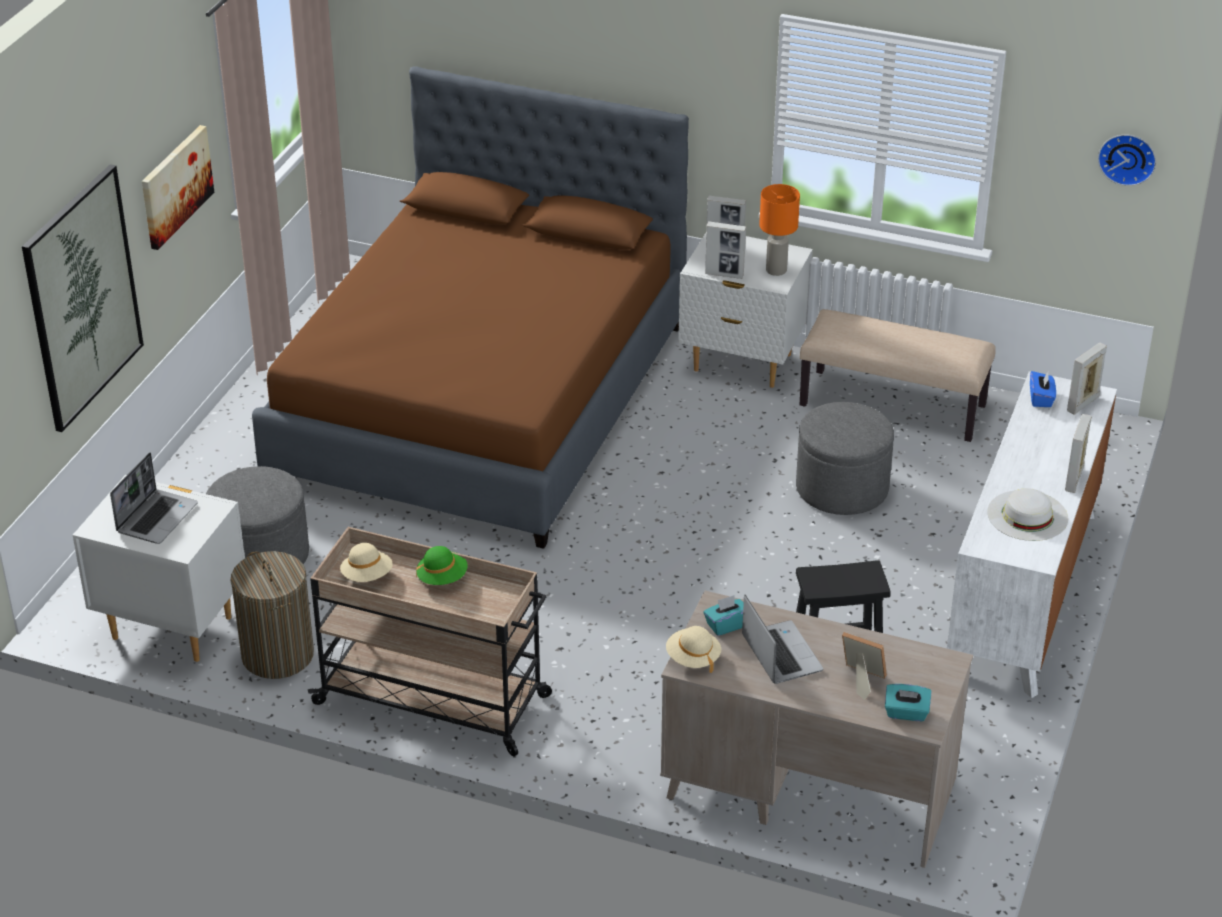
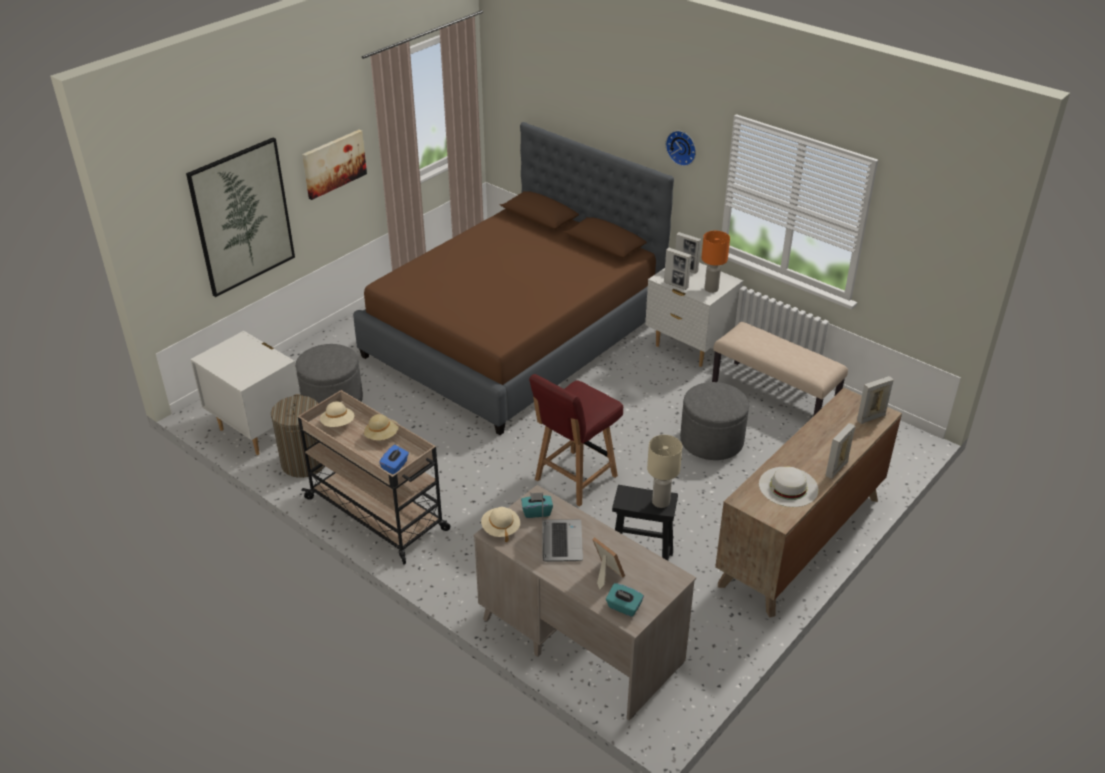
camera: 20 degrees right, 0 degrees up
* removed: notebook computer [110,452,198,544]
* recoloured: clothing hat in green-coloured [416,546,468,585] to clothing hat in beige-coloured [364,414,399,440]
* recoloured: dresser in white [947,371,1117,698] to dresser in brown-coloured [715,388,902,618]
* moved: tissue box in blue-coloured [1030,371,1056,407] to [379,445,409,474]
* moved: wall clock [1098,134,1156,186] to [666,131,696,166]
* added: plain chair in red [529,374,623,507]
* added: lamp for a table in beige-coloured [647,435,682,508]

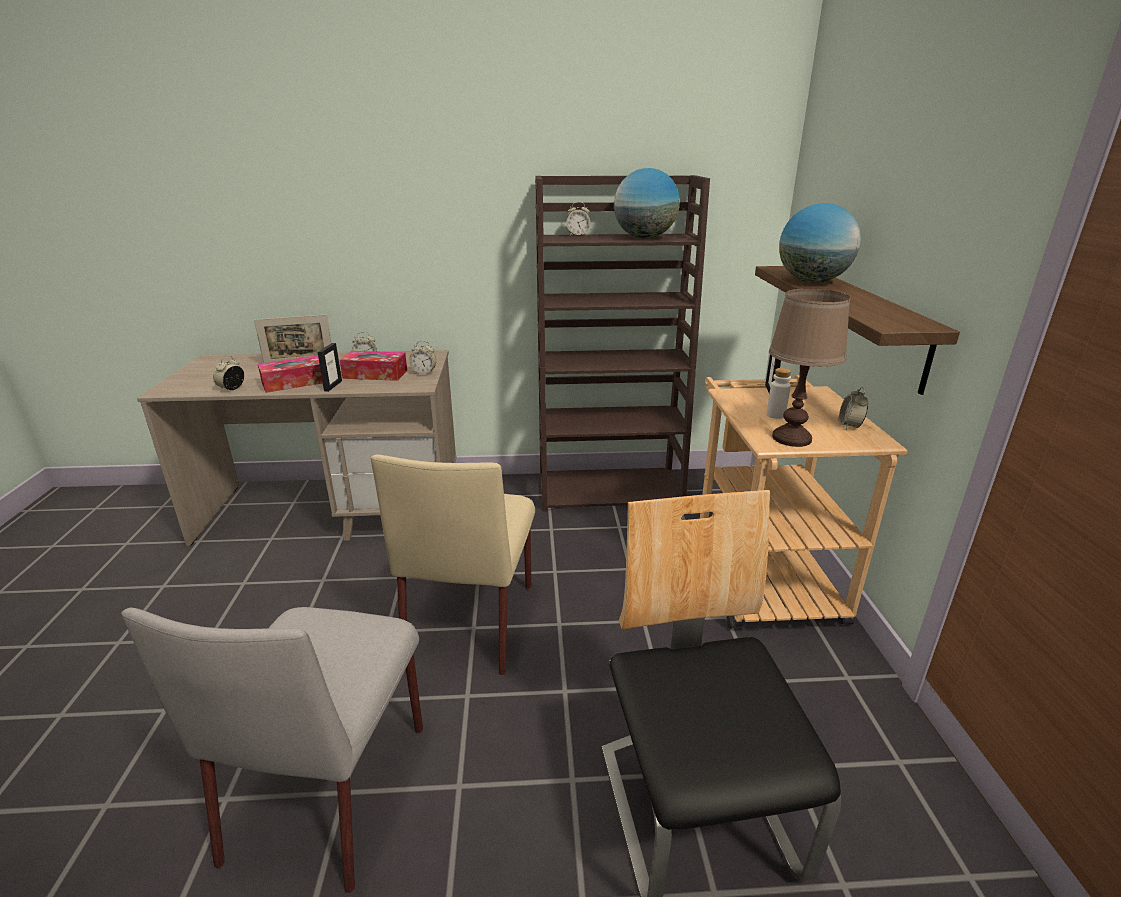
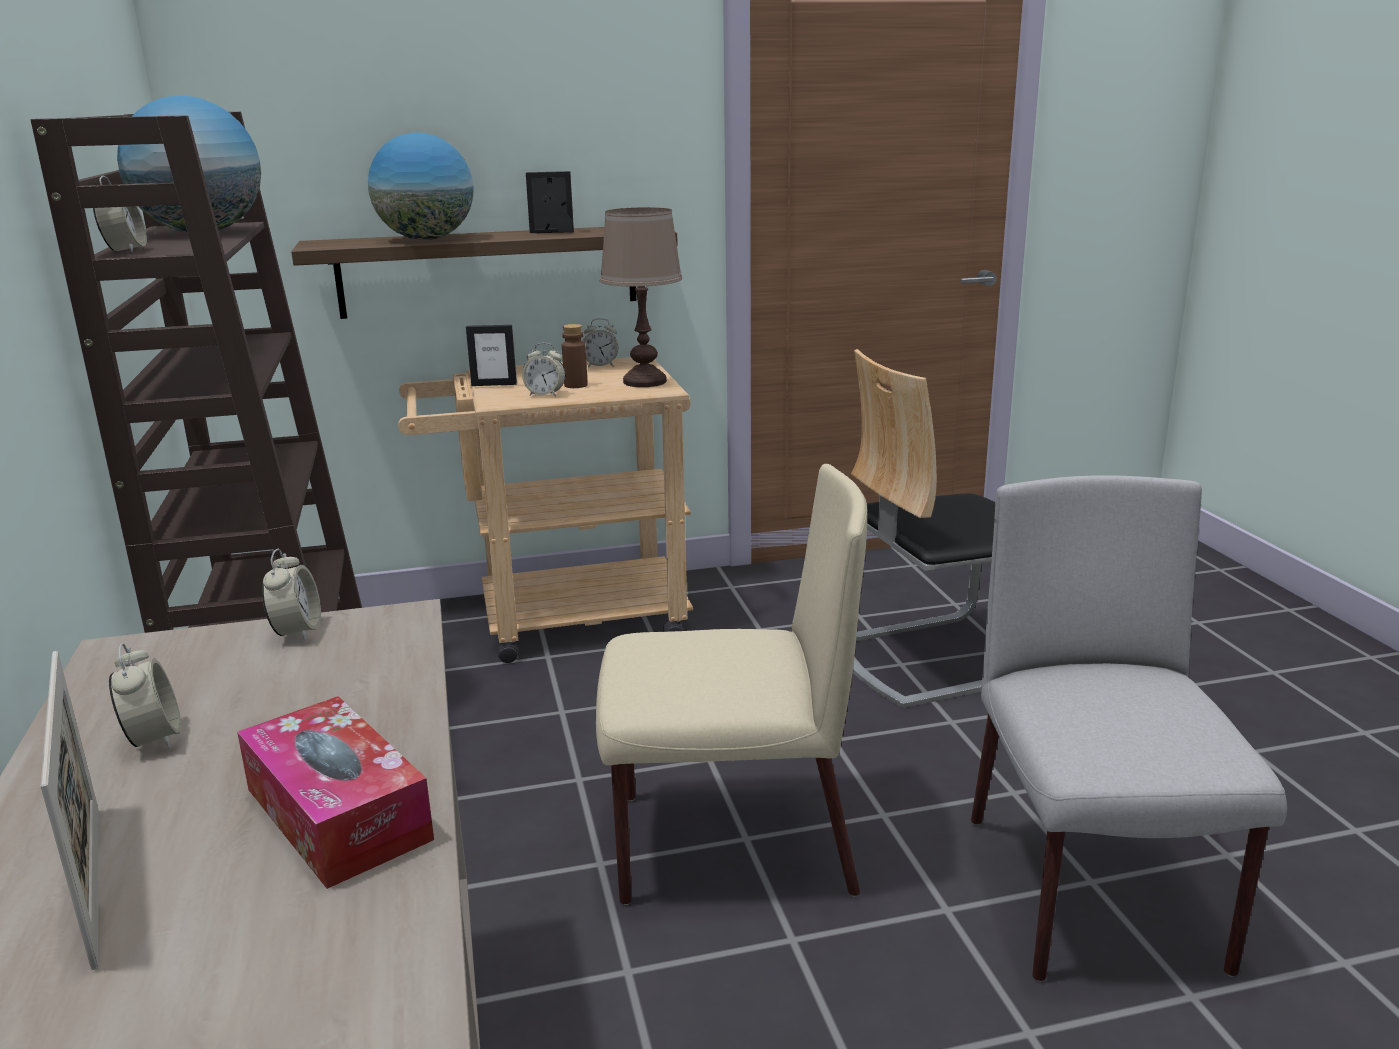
camera: 100 degrees left, 5 degrees down
* turned: plain chair in greyish [121,607,423,893] = [971,475,1287,981] 90 degrees counterclockwise
* moved: table clock [213,356,244,391] to [522,343,565,397]
* moved: standing frame [318,343,342,392] to [526,171,574,233]
* removed: tissue box [340,351,407,381]
* recoloured: beverage bottle in white [766,368,791,419] to beverage bottle in brown-coloured [562,324,588,388]

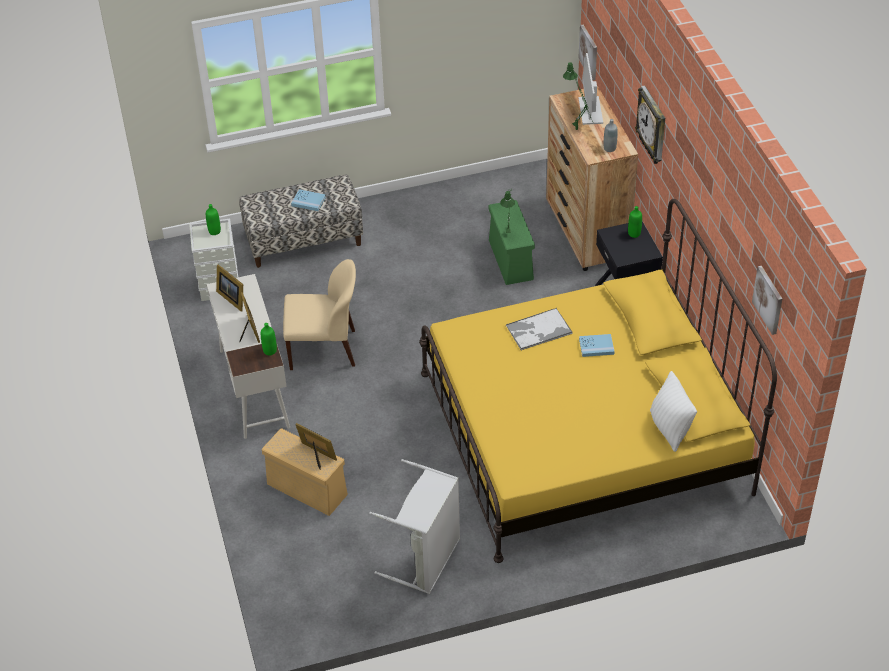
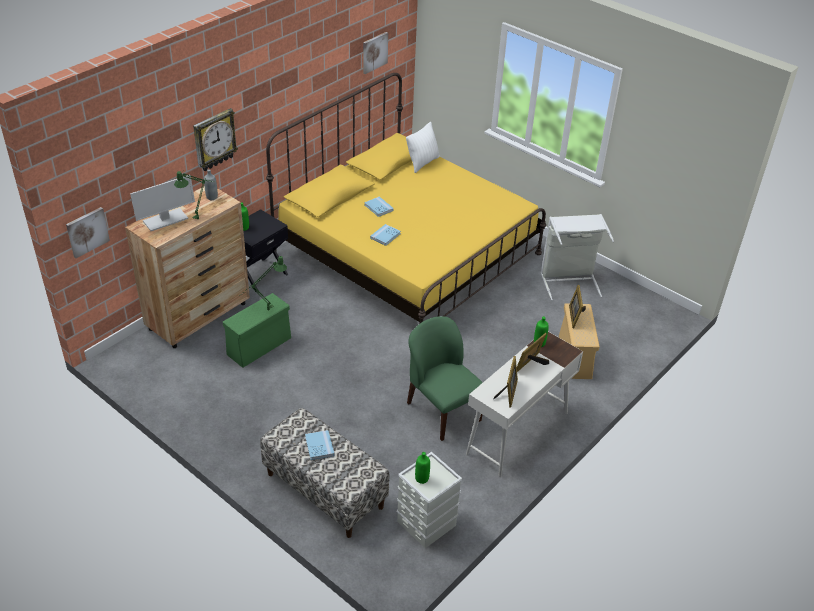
camera: 125 degrees left, 5 degrees down
* recoloured: plain chair in beige-coloured [283,259,356,370] to plain chair in green-coloured [407,316,483,441]
* replaced: serving tray [506,308,573,350] to book in blue-coloured [370,224,401,246]

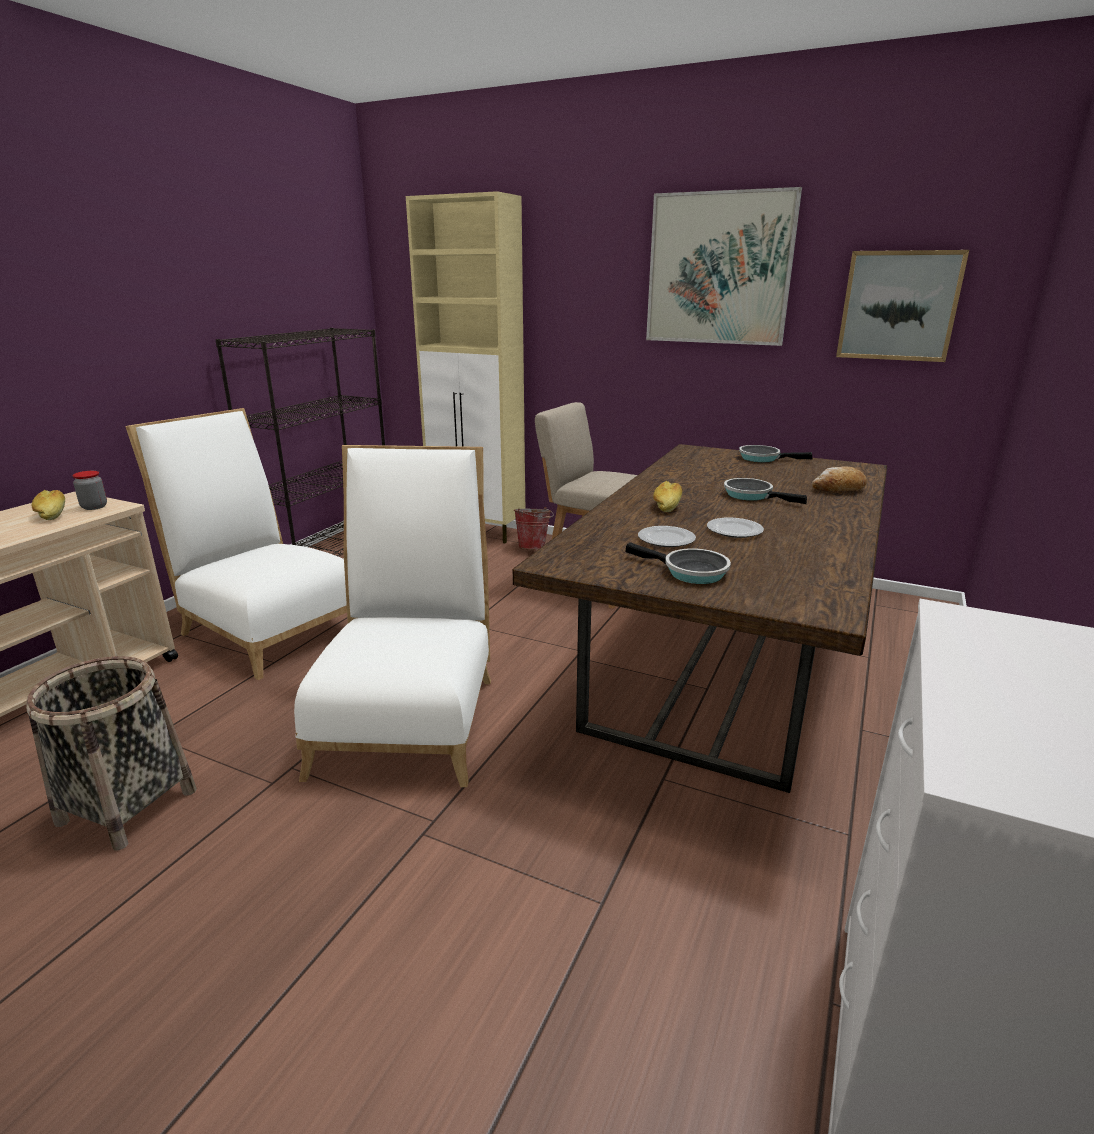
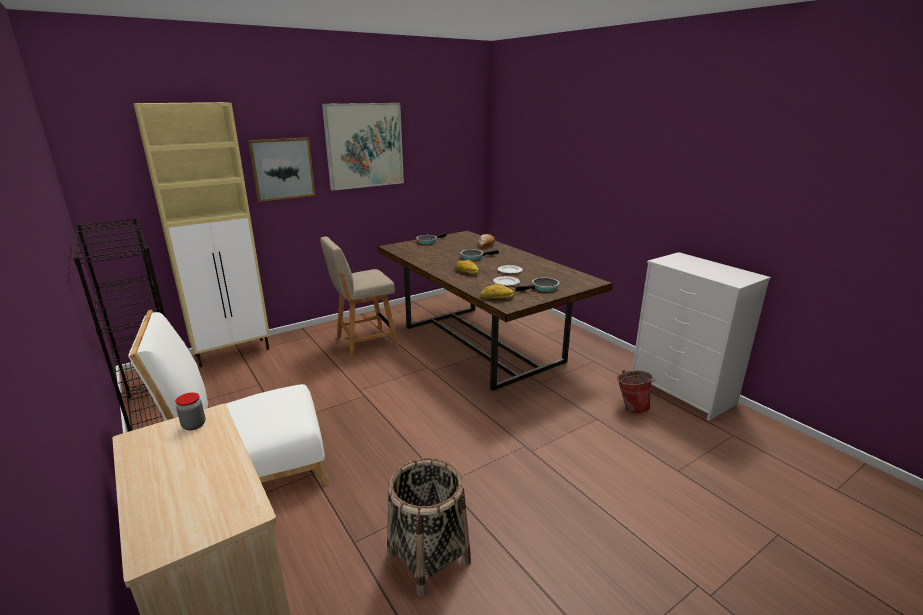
camera: 60 degrees left, 0 degrees up
* moved: bakery bread [32,490,65,520] to [480,284,515,299]
* removed: plain chair in white [294,445,491,787]
* moved: water bucket [514,507,554,550] to [617,370,655,413]
* moved: wall picture [836,250,969,362] to [248,137,316,202]

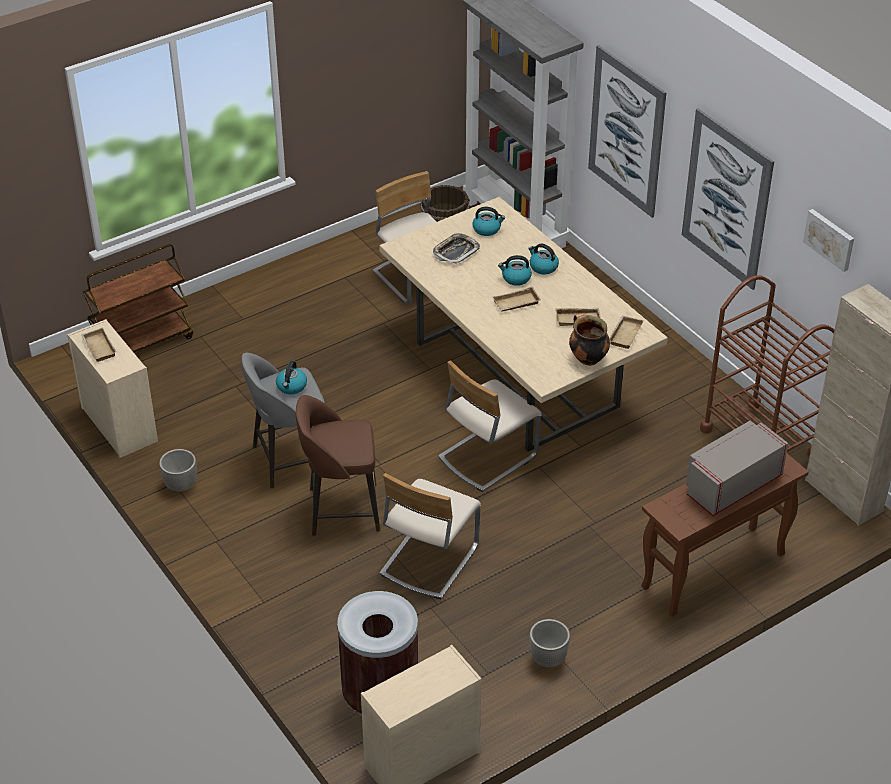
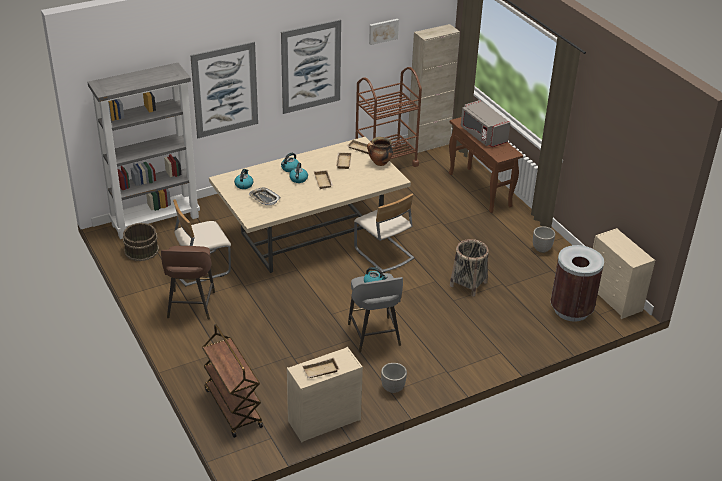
camera: 85 degrees left, 5 degrees down
* moved: stool in brown-coloured [296,395,380,536] to [161,246,215,319]
* replaced: plain chair in beige-coloured [380,473,481,599] to household basket [450,239,489,297]

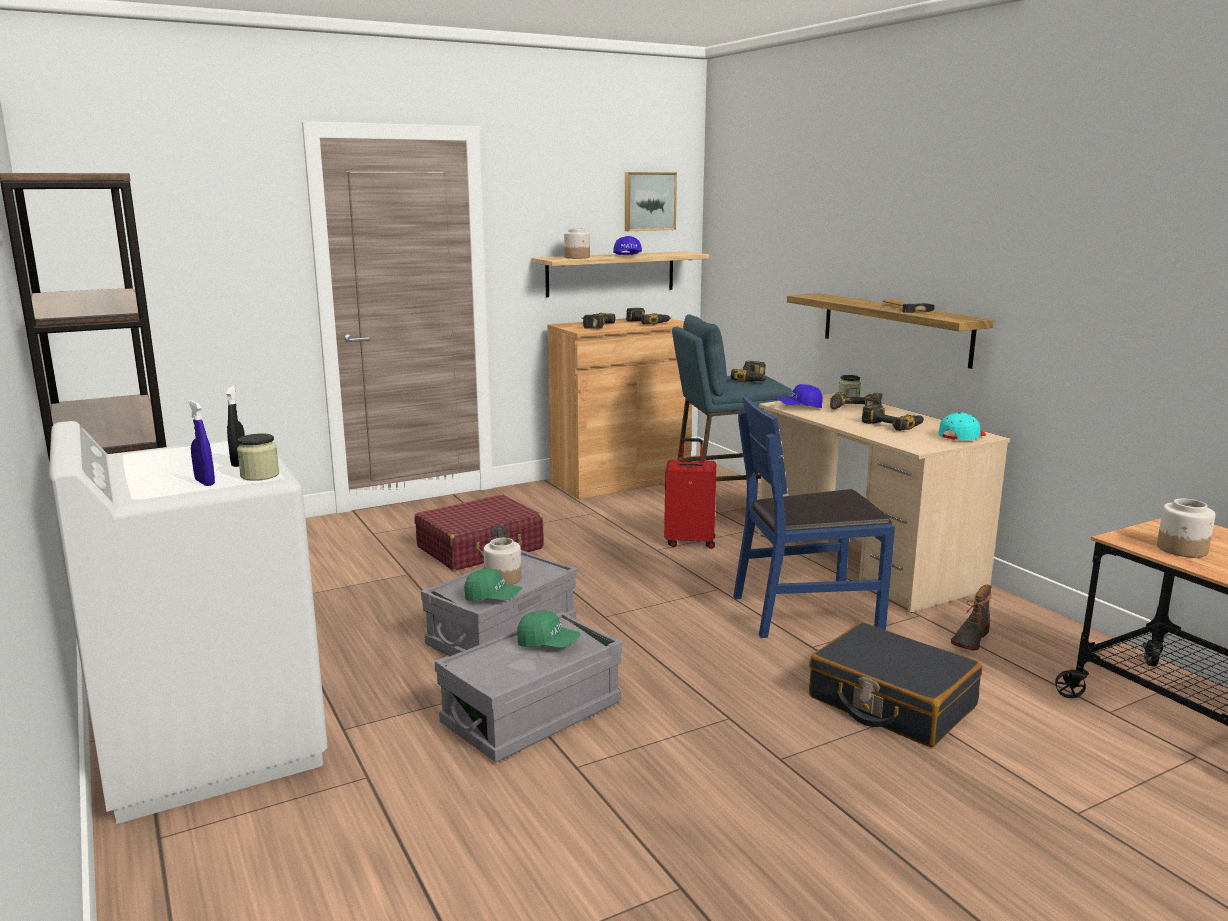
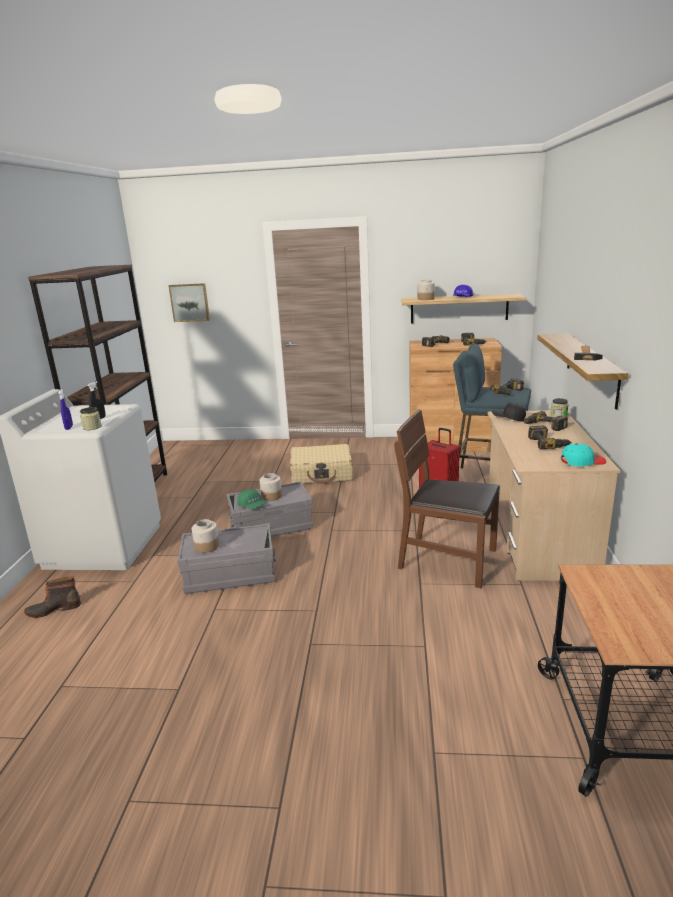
camera: 35 degrees right, 5 degrees up
* recoloured: suitcase in red [415,495,544,571] to suitcase in beige-coloured [290,444,353,484]
* removed: cap in green-coloured [517,610,581,648]
* moved: wall picture [625,172,677,231] to [168,283,210,322]
* recoloured: plain chair in blue-coloured [733,395,895,638] to plain chair in brown-coloured [394,409,500,588]
* recoloured: cap in blue-coloured [777,384,823,408] to cap in blackish [492,402,526,422]
* removed: suitcase in blackish [809,622,982,747]
* moved: tall boot [951,585,992,651] to [24,576,81,618]
* moved: storage jar [1157,499,1215,558] to [192,519,219,553]

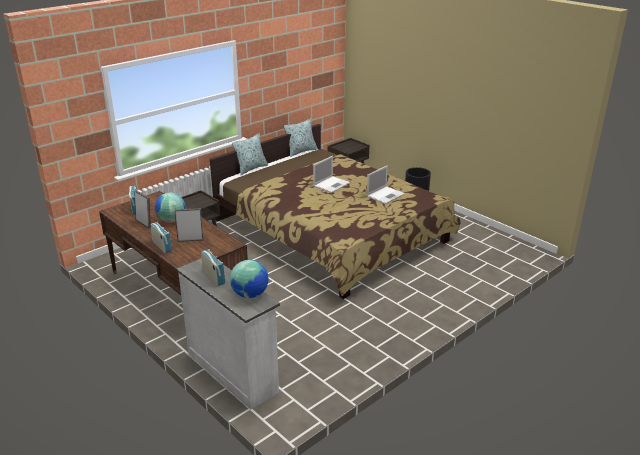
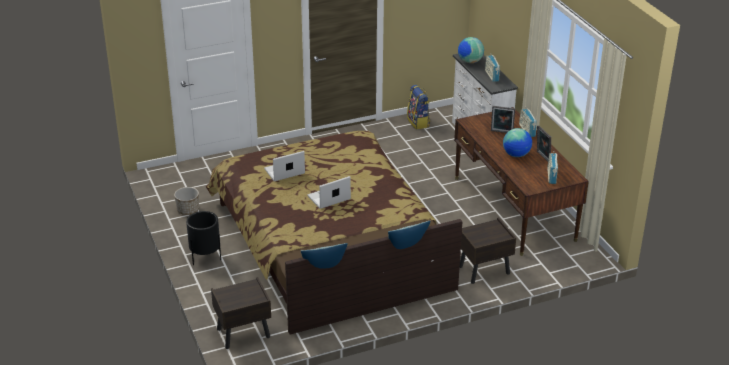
camera: 160 degrees left, 5 degrees up
* added: plant pot [174,187,199,215]
* added: knapsack [407,85,430,130]

